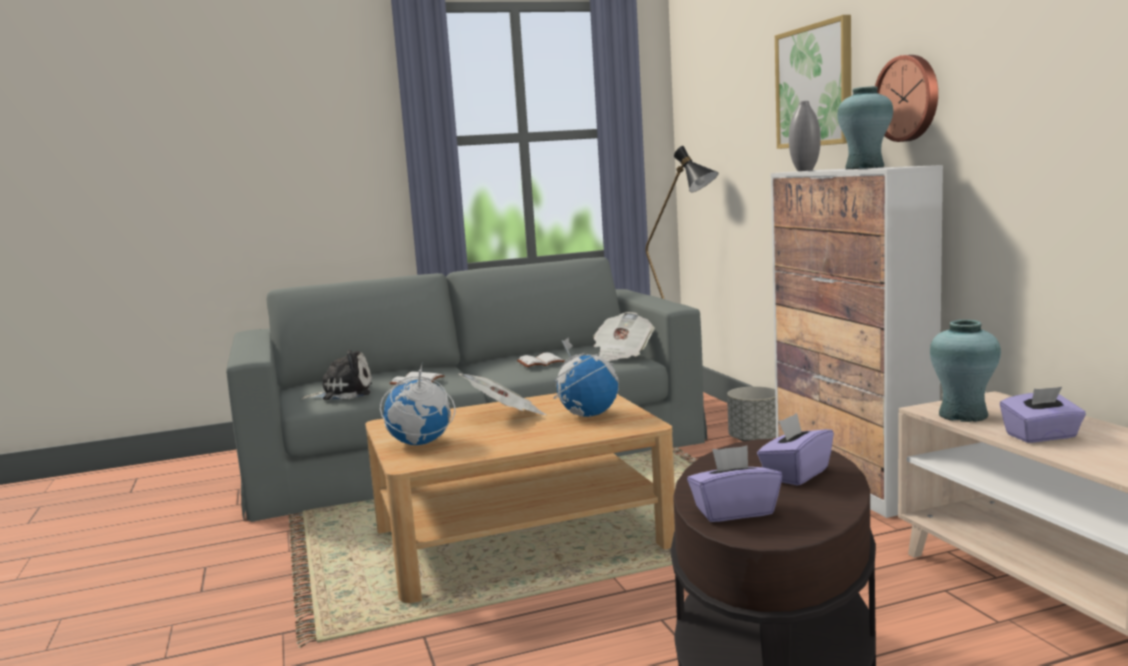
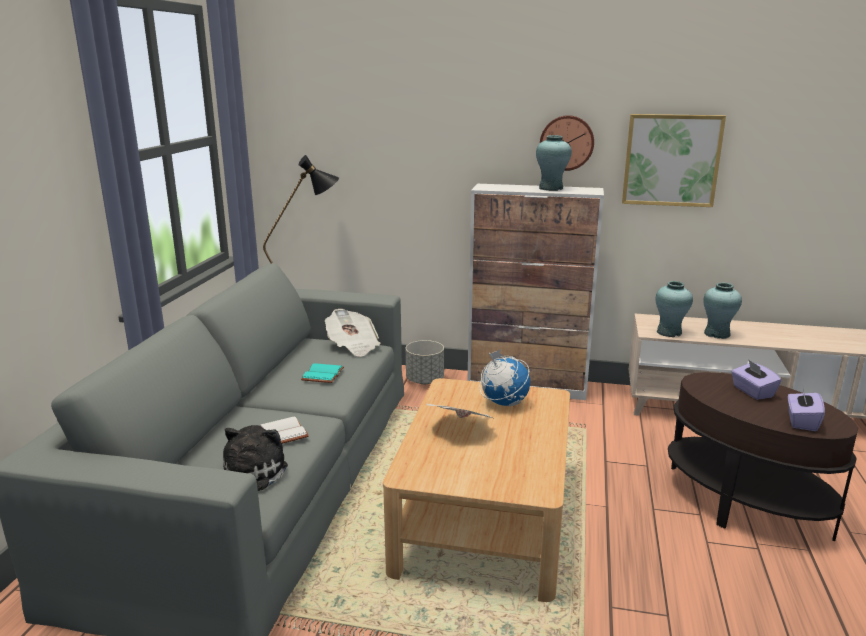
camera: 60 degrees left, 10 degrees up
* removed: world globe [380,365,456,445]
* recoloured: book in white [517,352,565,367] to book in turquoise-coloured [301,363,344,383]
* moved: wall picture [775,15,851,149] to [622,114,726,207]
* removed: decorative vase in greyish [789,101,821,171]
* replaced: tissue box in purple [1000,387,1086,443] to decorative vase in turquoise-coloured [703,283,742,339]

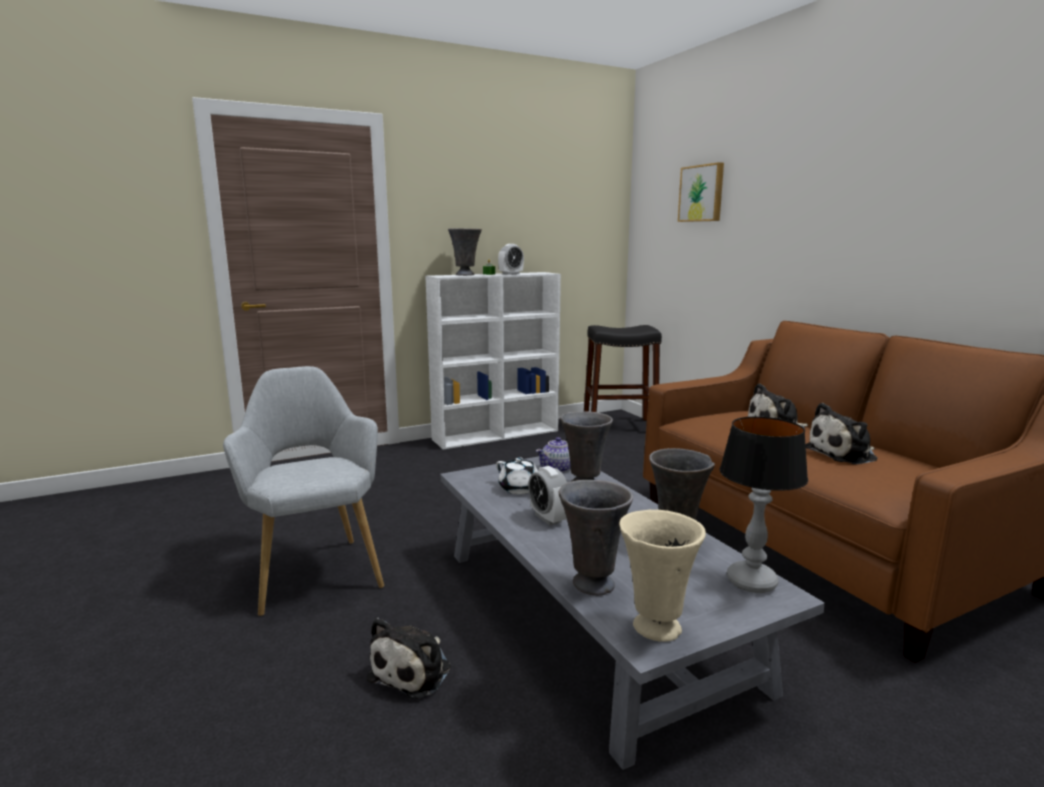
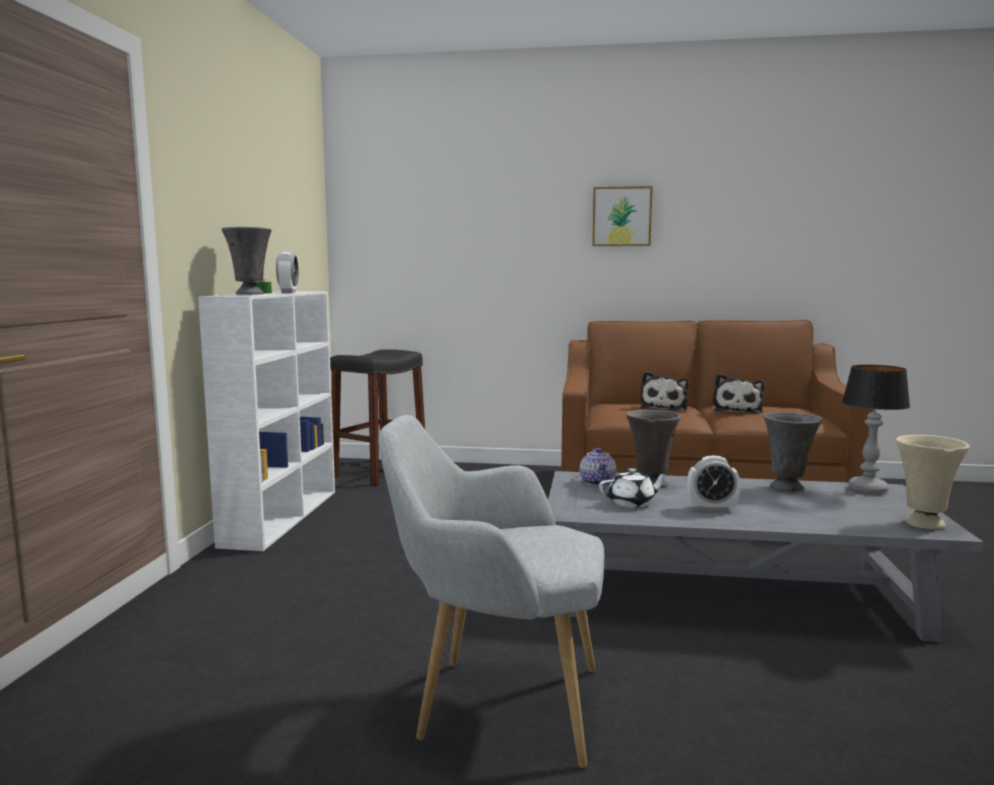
camera: 55 degrees left, 5 degrees down
* removed: soft toy [367,617,451,699]
* removed: decorative vase in greyish [559,480,633,596]
* moved: wall picture [678,162,724,222] to [592,186,653,246]

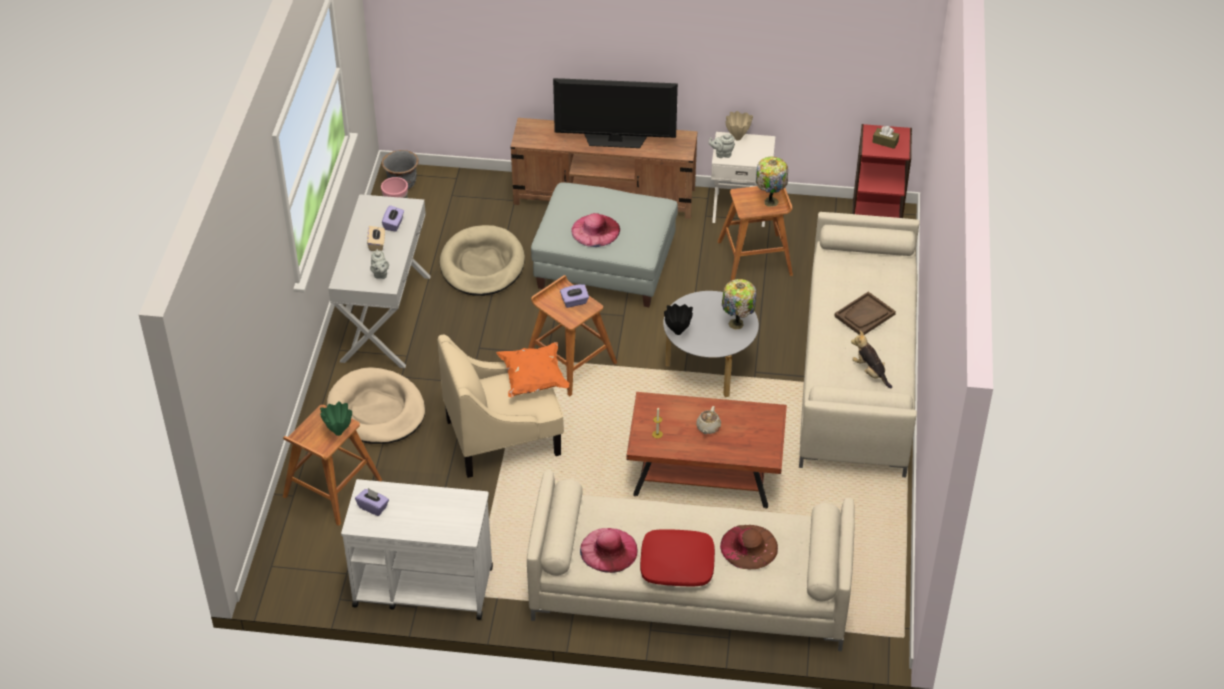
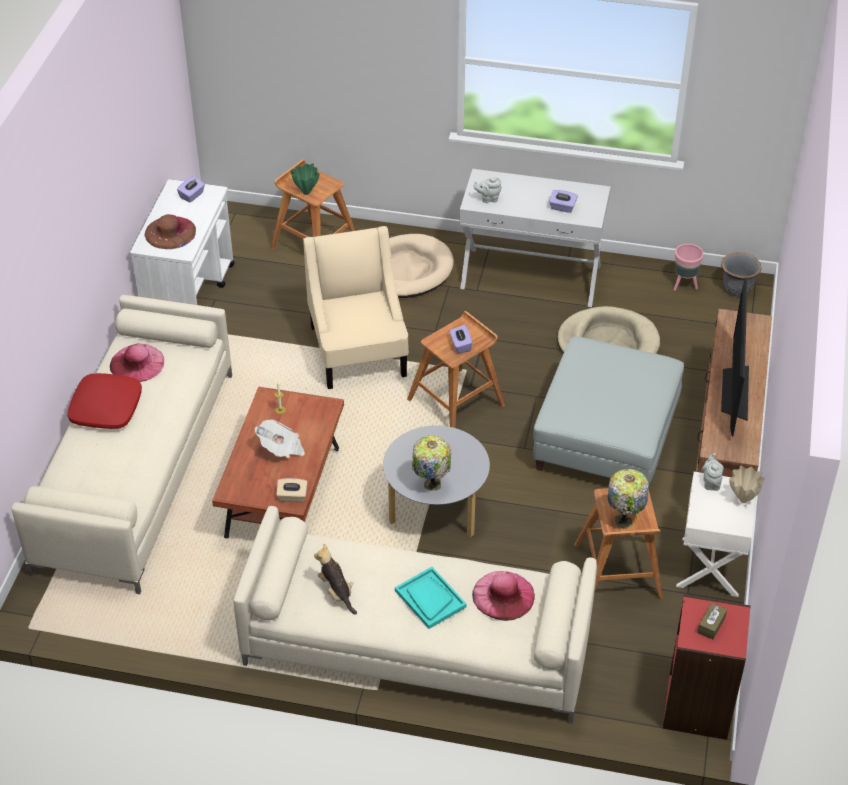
camera: 95 degrees right, 0 degrees up
* moved: tissue box in beige-coloured [367,226,385,251] to [276,478,308,502]
* removed: throw pillow in orange [496,342,569,397]
* moved: clothing hat in pink [571,213,620,247] to [472,571,535,621]
* removed: decorative vase in blackish [664,304,693,335]
* replaced: tea pot in beige-coloured [696,406,721,434] to newspaper [255,420,305,458]
* moved: clothing hat in brown-coloured [720,525,778,570] to [145,214,196,249]
* recoloured: serving tray in brown-coloured [834,292,896,335] to serving tray in turquoise-coloured [395,567,467,629]
* turned: soft toy [851,330,892,388] = [314,544,357,615] 90 degrees counterclockwise

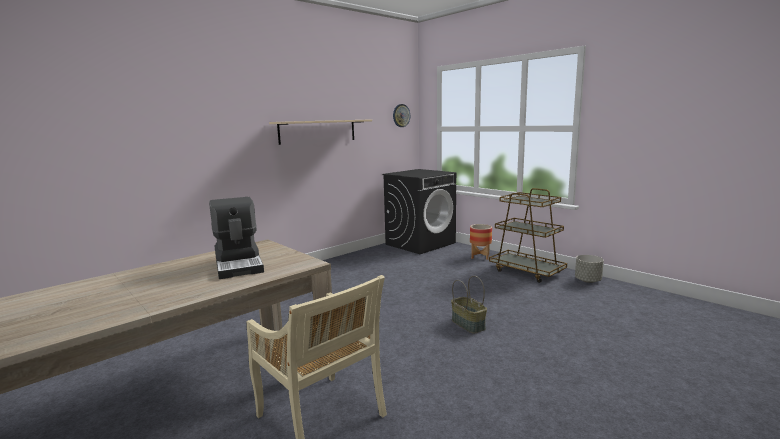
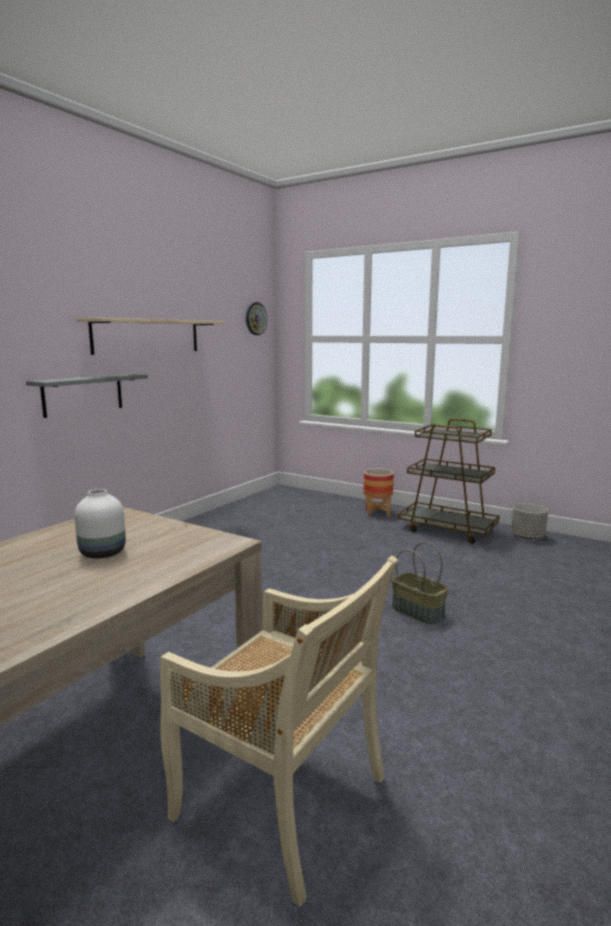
camera: 15 degrees left, 0 degrees up
* replaced: coffee machine [209,197,264,279] to decorative vase in white [75,489,126,559]
* removed: laundry appliance in blackish [382,169,456,254]
* added: wall shelf in greyish [26,374,148,418]

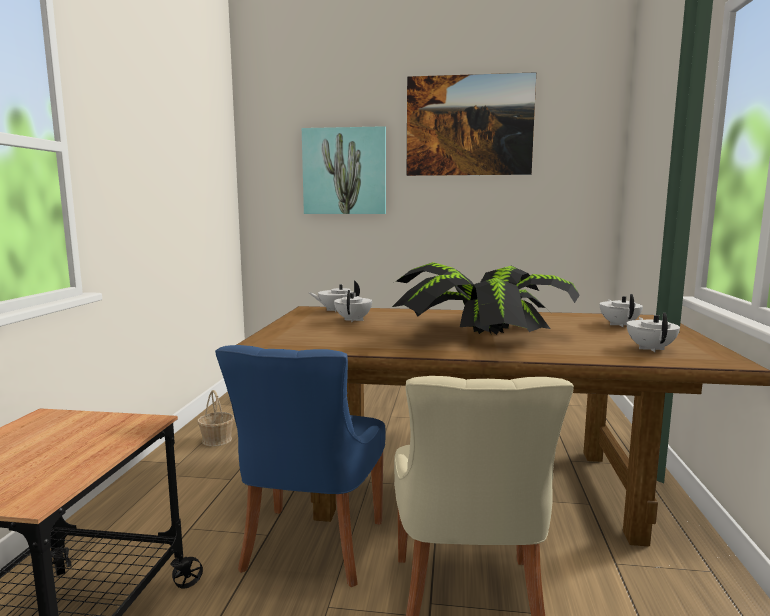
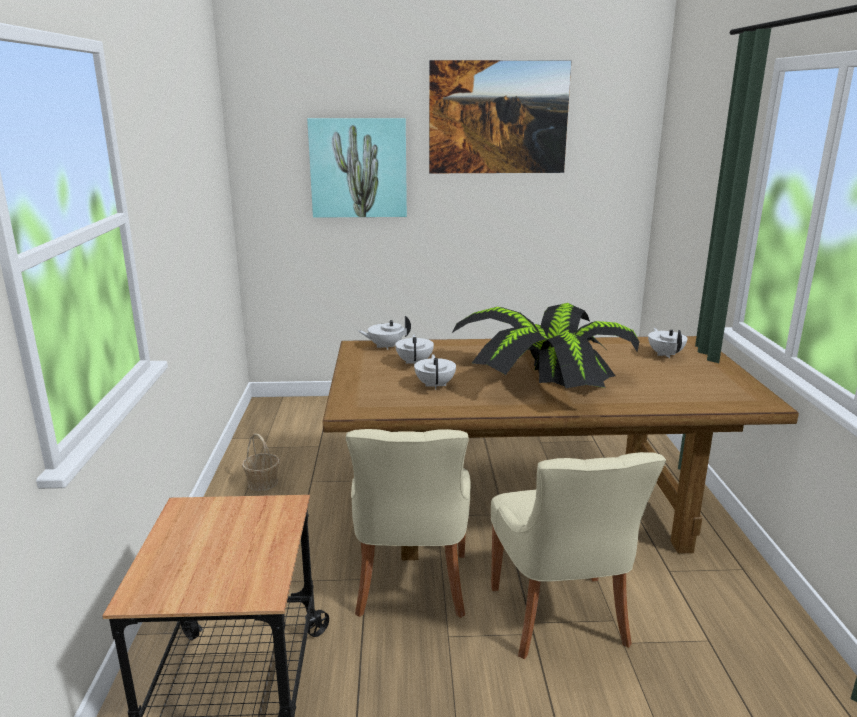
camera: 10 degrees left, 10 degrees up
* recoloured: plain chair in blue-coloured [215,345,385,587] to plain chair in beige-coloured [346,429,470,618]
* moved: tea pot in white [627,313,680,352] to [414,354,456,390]

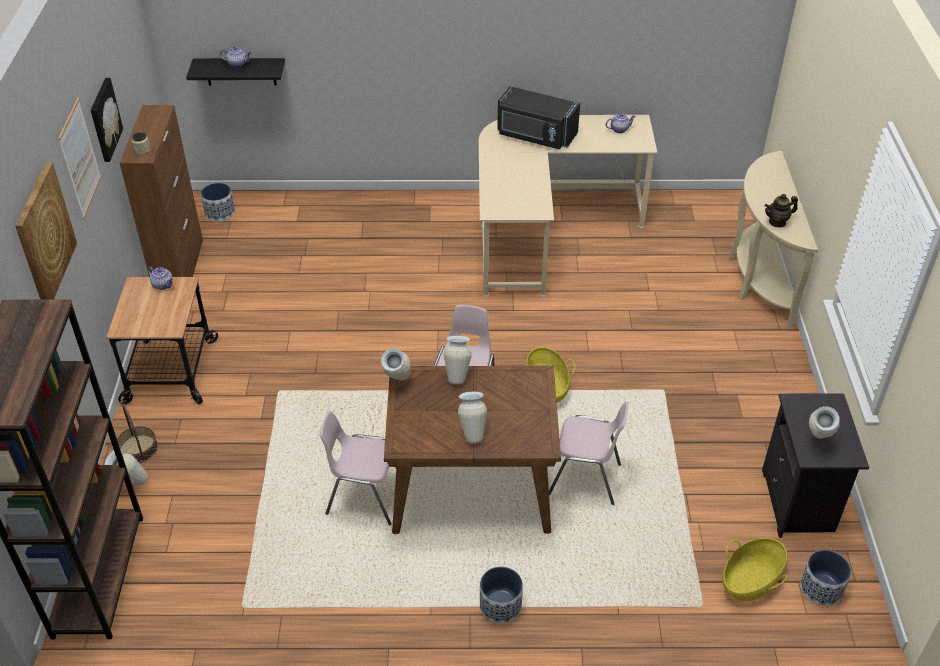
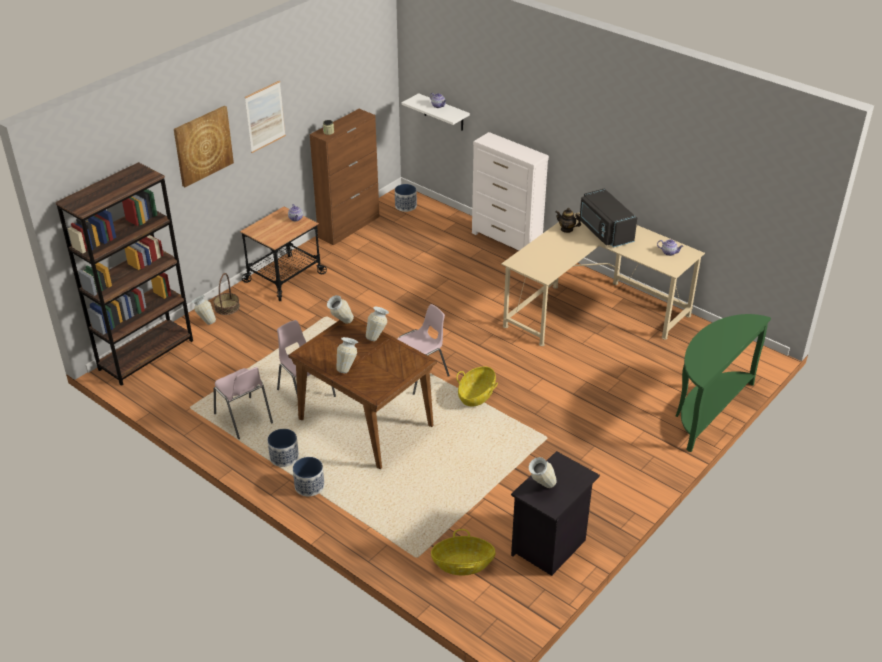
camera: 40 degrees right, 5 degrees down
* removed: wall picture [91,78,123,162]
* recoloured: wall shelf in blackish [186,58,285,86] to wall shelf in white [402,93,470,131]
* moved: plain chair in pink [549,401,629,505] to [214,367,273,439]
* recoloured: narrow table in beige-coloured [729,151,818,328] to narrow table in green-coloured [675,314,771,452]
* moved: tea pot [765,194,798,227] to [556,208,581,233]
* moved: plant pot [800,550,851,606] to [268,429,299,467]
* added: dresser in white [472,132,549,250]

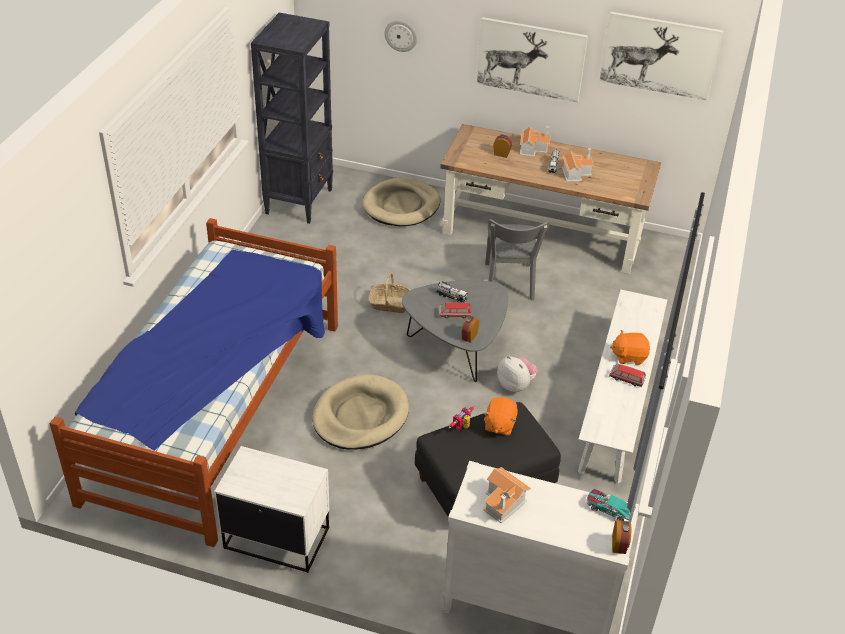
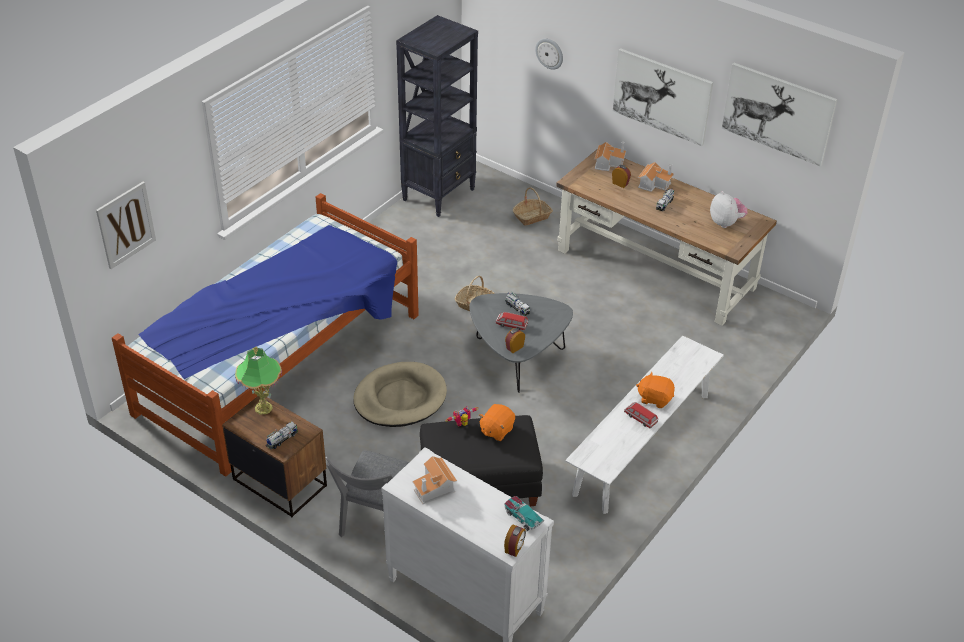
camera: 20 degrees right, 0 degrees up
* recoloured: bedside table in white [214,446,329,573] to bedside table in brown-coloured [222,396,327,517]
* replaced: dog bed in beige-coloured [362,178,441,226] to household basket [513,187,553,226]
* moved: plain chair in greyish [485,219,550,301] to [325,451,409,537]
* moved: soft toy [497,355,538,393] to [710,191,748,228]
* moved: toy house [562,148,594,182] to [594,142,626,171]
* added: wall picture [96,182,156,269]
* added: lamp for a table [235,347,282,415]
* added: toy truck [266,421,298,449]

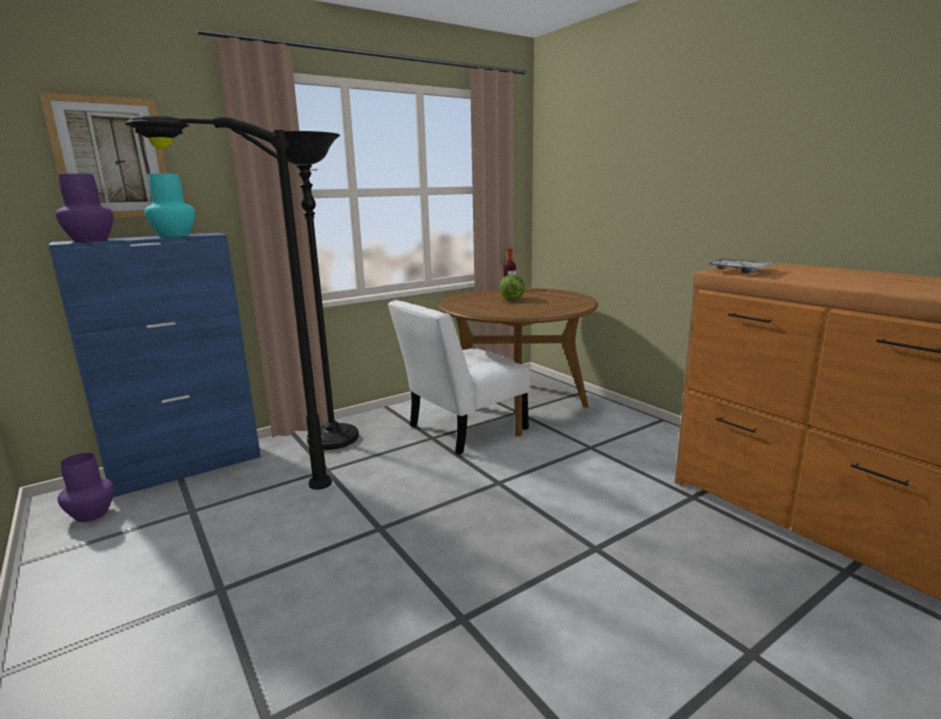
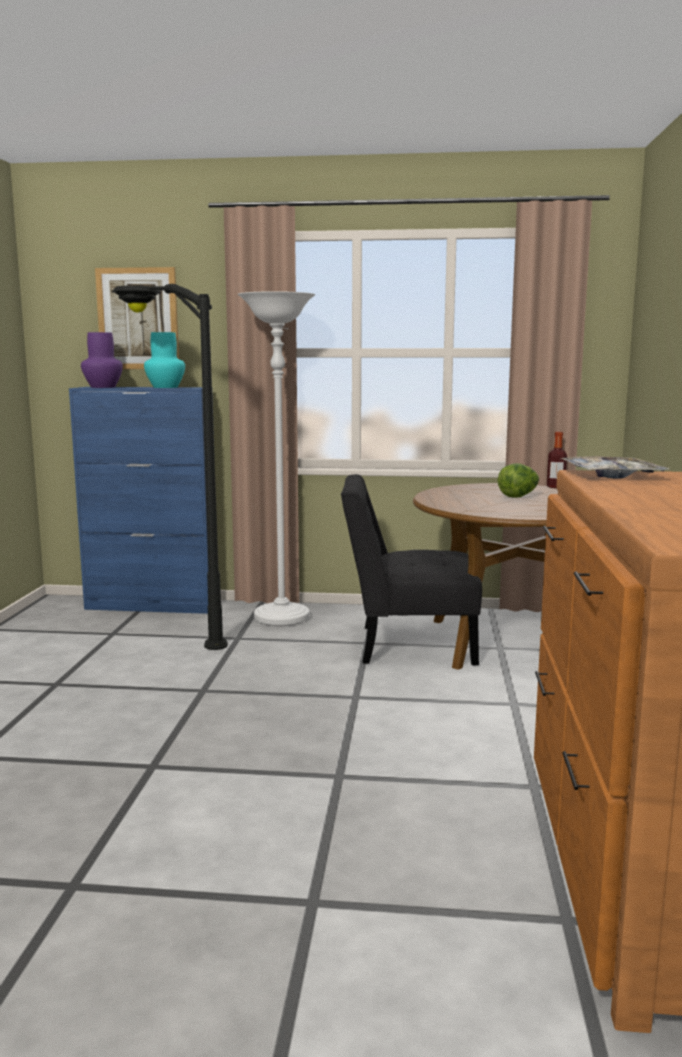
camera: 40 degrees right, 5 degrees down
* removed: decorative vase in purple [57,453,114,522]
* recoloured: floor lamp in blackish [269,131,359,450] to floor lamp in white [238,291,315,626]
* recoloured: plain chair in white [388,300,530,455] to plain chair in blackish [341,474,482,666]

